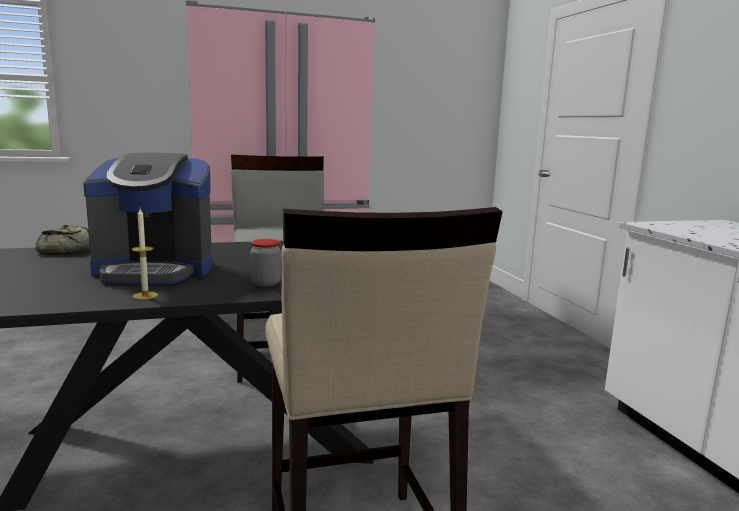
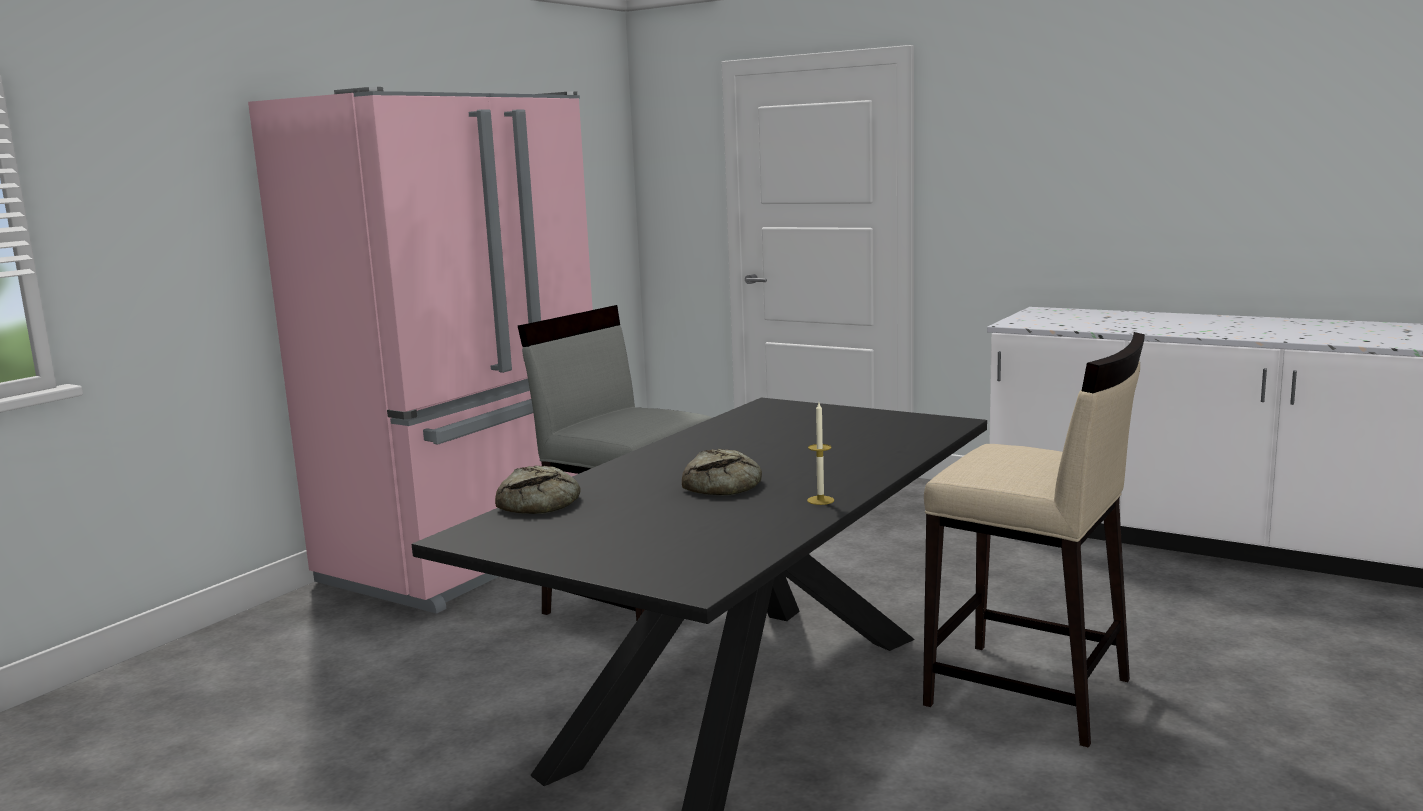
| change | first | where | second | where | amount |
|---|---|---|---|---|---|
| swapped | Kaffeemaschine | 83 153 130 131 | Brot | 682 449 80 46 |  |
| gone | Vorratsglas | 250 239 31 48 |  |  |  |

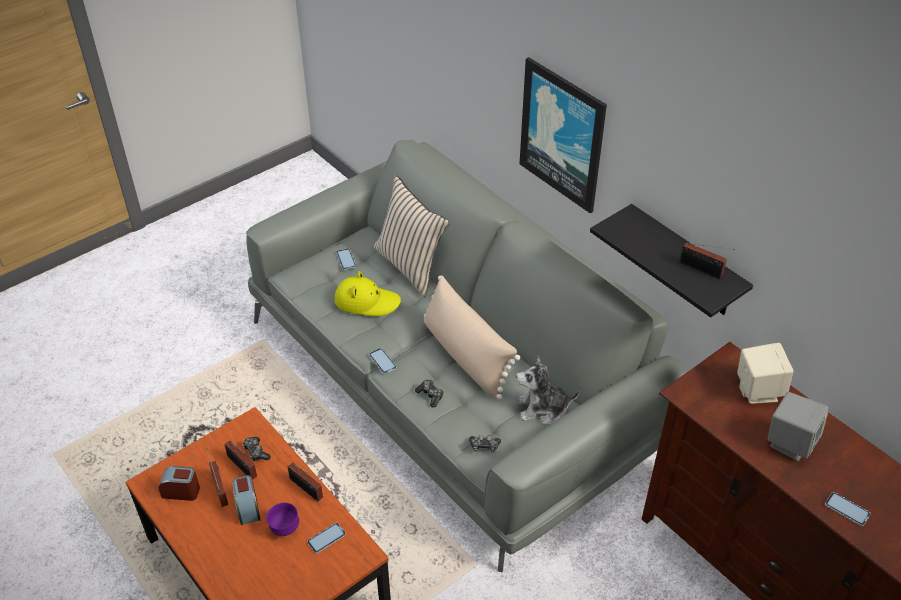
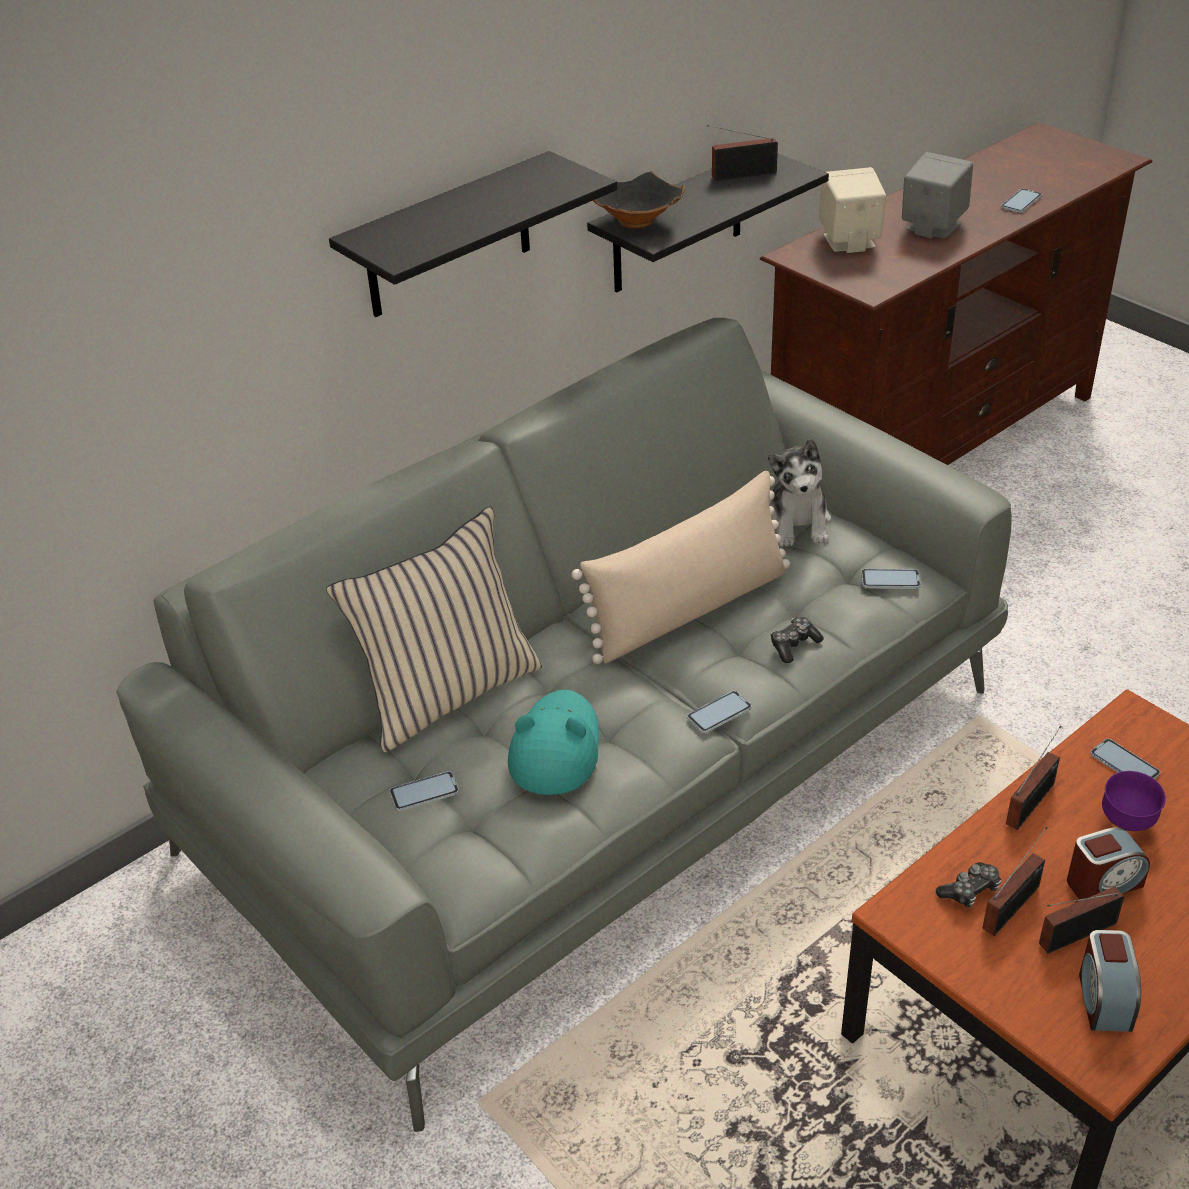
| change | first | where | second | where | amount |
|---|---|---|---|---|---|
| swapped | Bild | 519 57 88 157 | Wandregal (schwarz) | 329 151 288 166 |  |
| rotated | Radio | 680 242 55 37 |  | 707 125 71 56 | 135 degrees counterclockwise |
| repainted | Hut (gelb) | 334 271 67 45 | Hut (türkis) | 508 689 91 106 |  |
| swapped | Gamepad | 469 435 32 18 | Handy | 861 569 60 20 |  |
| new |  |  | Schüssel (schwarz) | 593 171 92 57 |  |

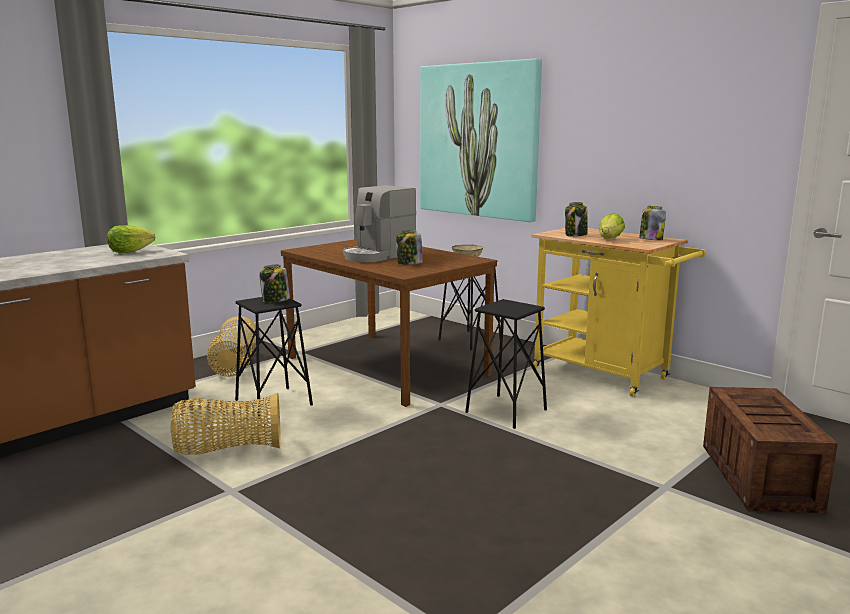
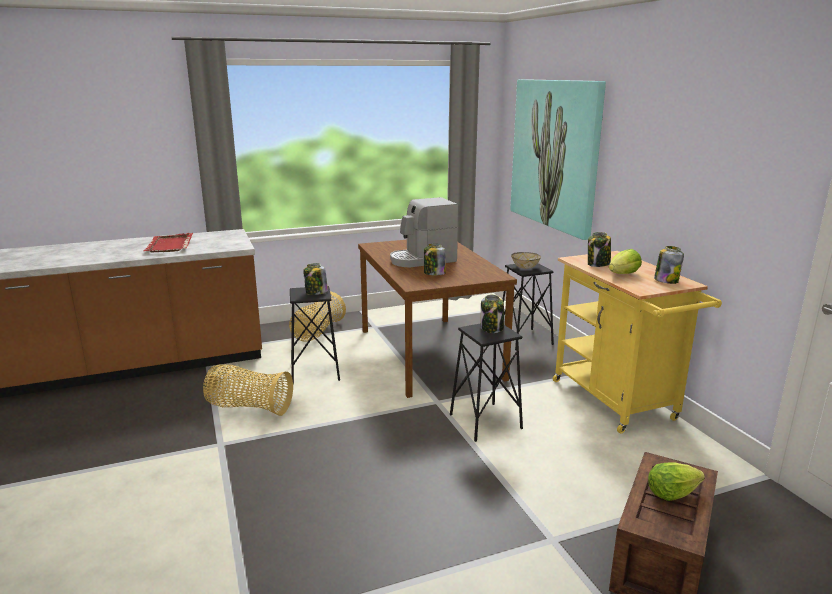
| change | first | where | second | where | amount |
|---|---|---|---|---|---|
| shifted | Salatkopf | 107 225 48 28 |  | 648 462 57 39 |  |
| new |  |  | Tablett (rot) | 144 233 49 19 |  |
| new |  |  | Vorratsglas | 481 294 23 39 |  |

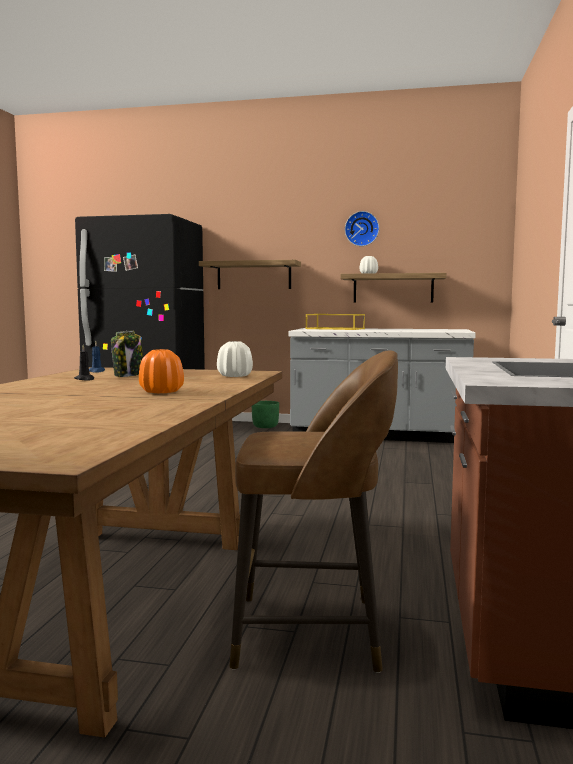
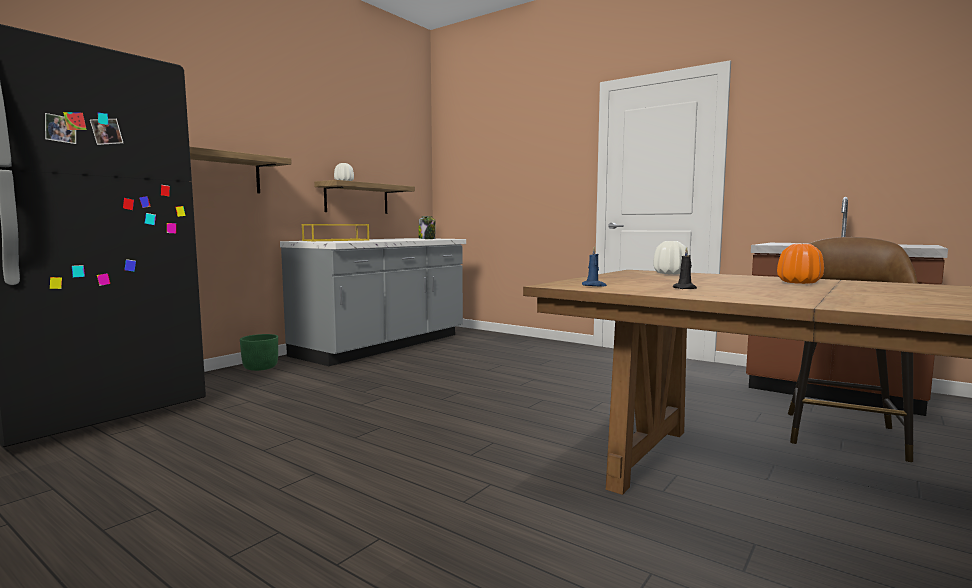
| change | first | where | second | where | amount |
|---|---|---|---|---|---|
| gone | Wanduhr | 345 211 34 35 |  |  |  |
| shifted | Vorratsglas | 111 331 32 46 |  | 419 216 16 23 |  |

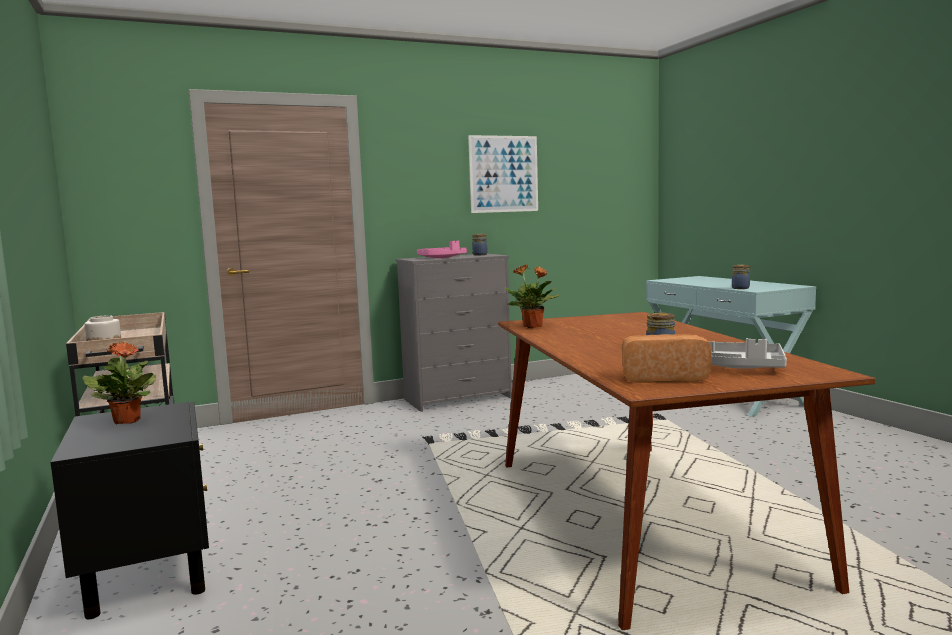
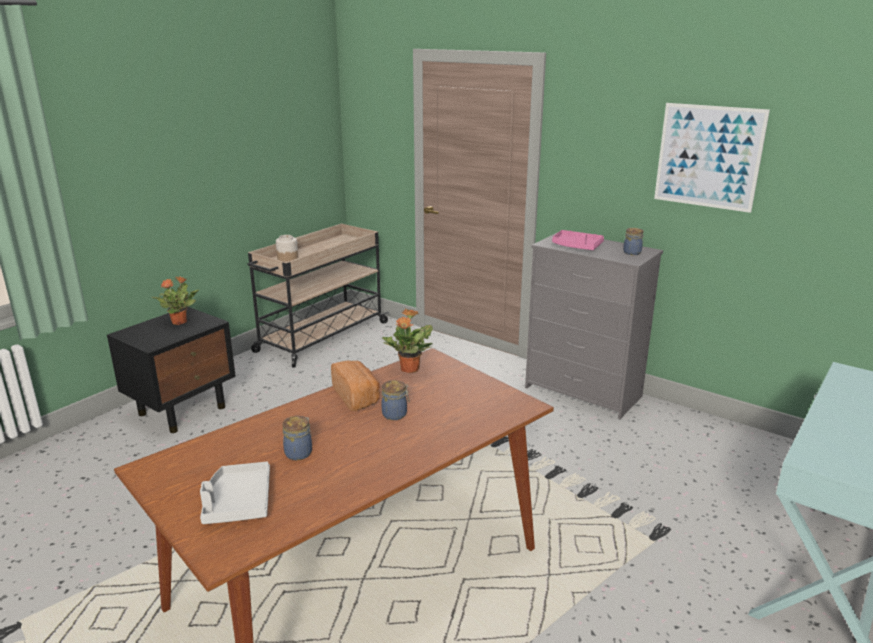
| change | first | where | second | where | amount |
|---|---|---|---|---|---|
| shifted | Vorratsglas | 732 265 18 24 |  | 382 380 27 40 |  |
| shifted | Brot | 622 334 90 49 |  | 331 360 49 51 |  |

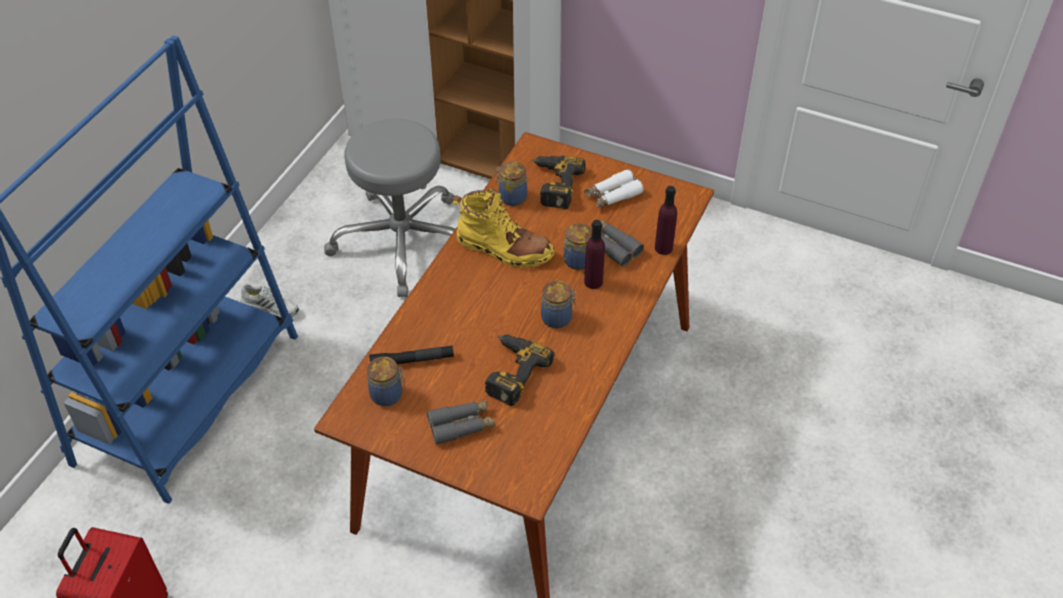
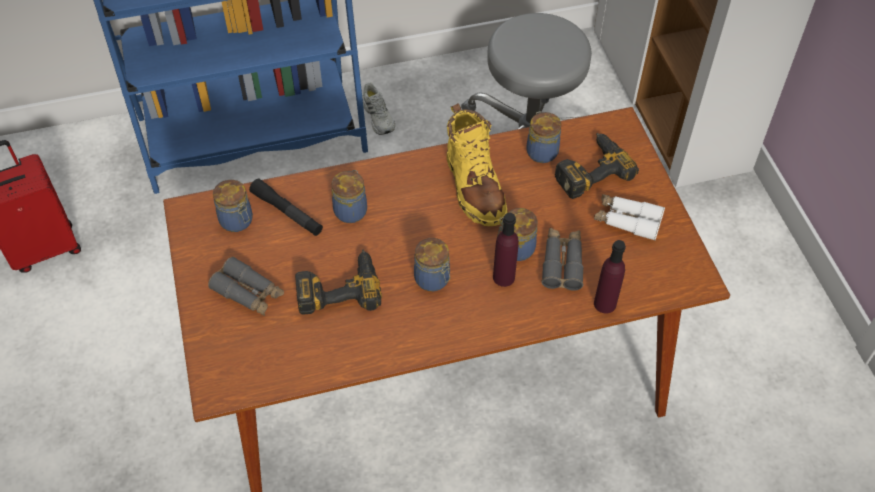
| change | first | where | second | where | amount |
|---|---|---|---|---|---|
| new |  |  | Vorratsglas | 331 170 36 53 |  |

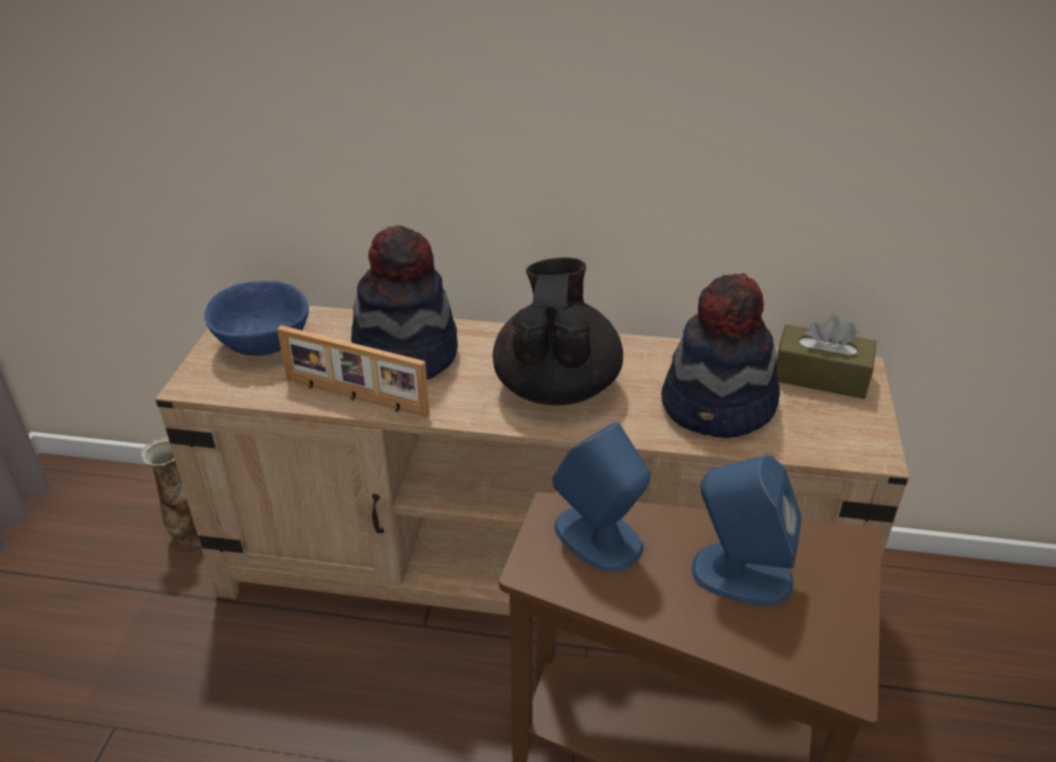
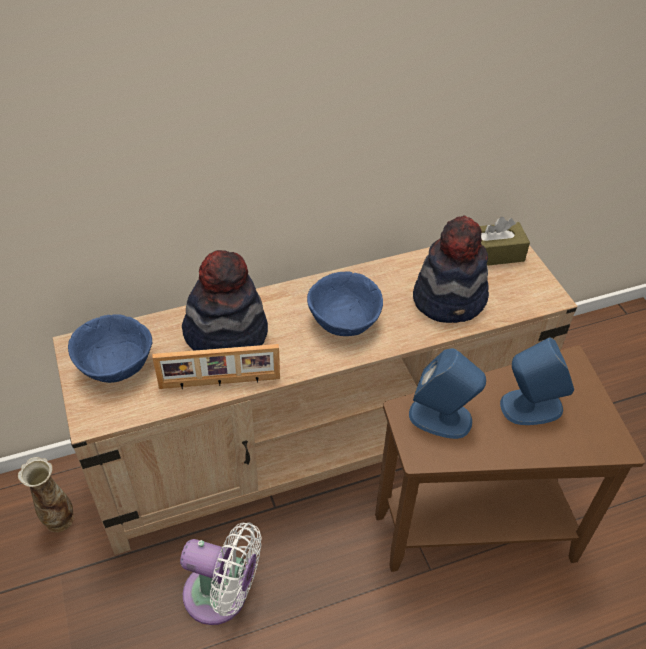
| change | first | where | second | where | amount |
|---|---|---|---|---|---|
| swapped | Teekanne (schwarz) | 493 257 130 149 | Schüssel (blau) | 307 271 76 65 |  |
| new |  |  | Ventilator (weiß) | 180 522 82 103 |  |

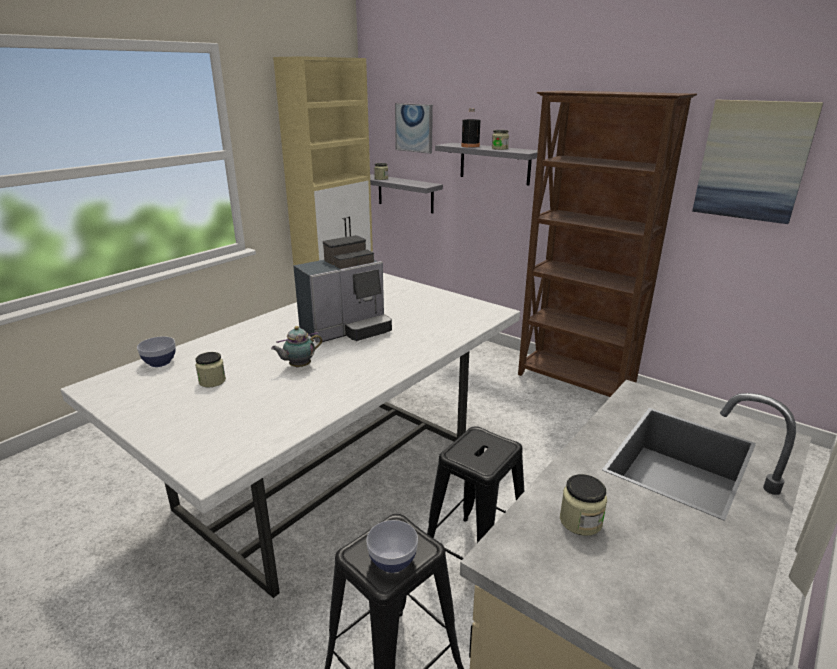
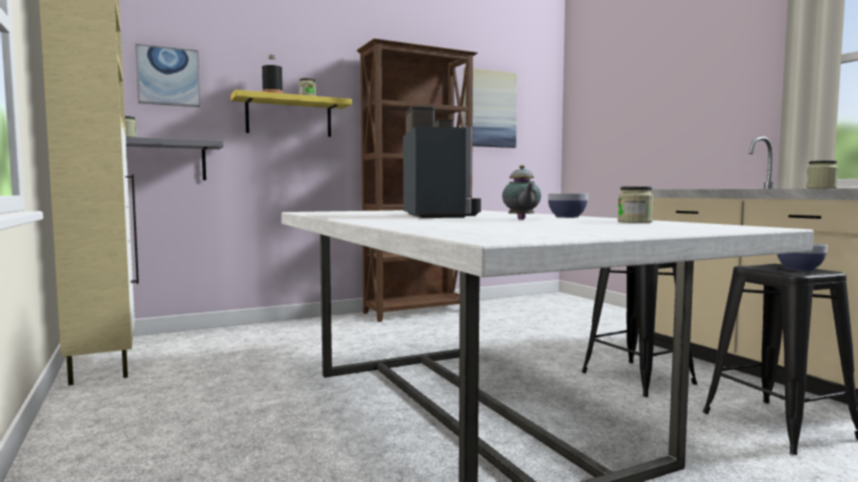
| change | first | where | second | where | amount |
|---|---|---|---|---|---|
| repainted | Wandregal (grau) | 435 143 103 43 | Wandregal (gelb) | 231 90 121 47 |  |
| shifted | Schüssel | 137 336 39 31 |  | 548 193 40 25 |  |
| shifted | Vorratsglas | 195 352 31 35 |  | 618 186 36 37 |  |

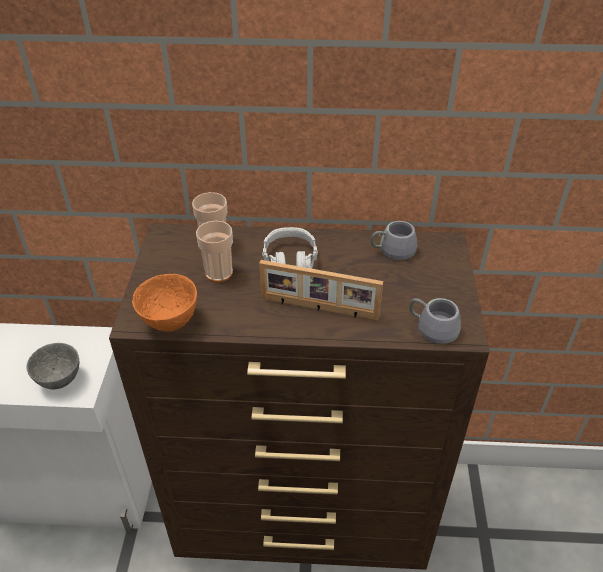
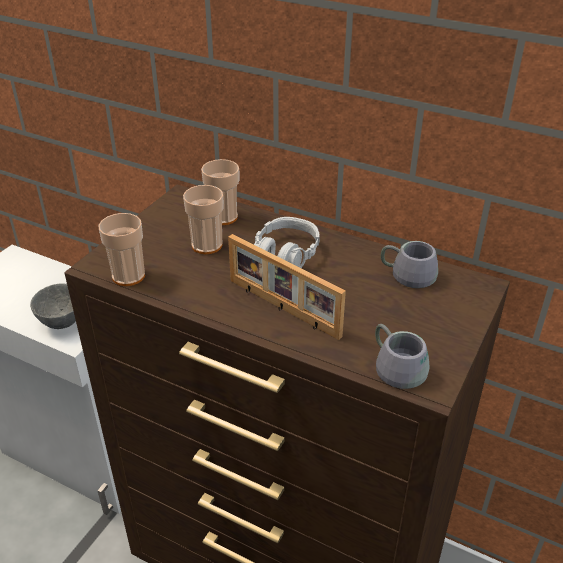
| change | first | where | second | where | amount |
|---|---|---|---|---|---|
| swapped | Schüssel (orange) | 132 274 65 58 | Tasse | 98 213 47 73 |  |

